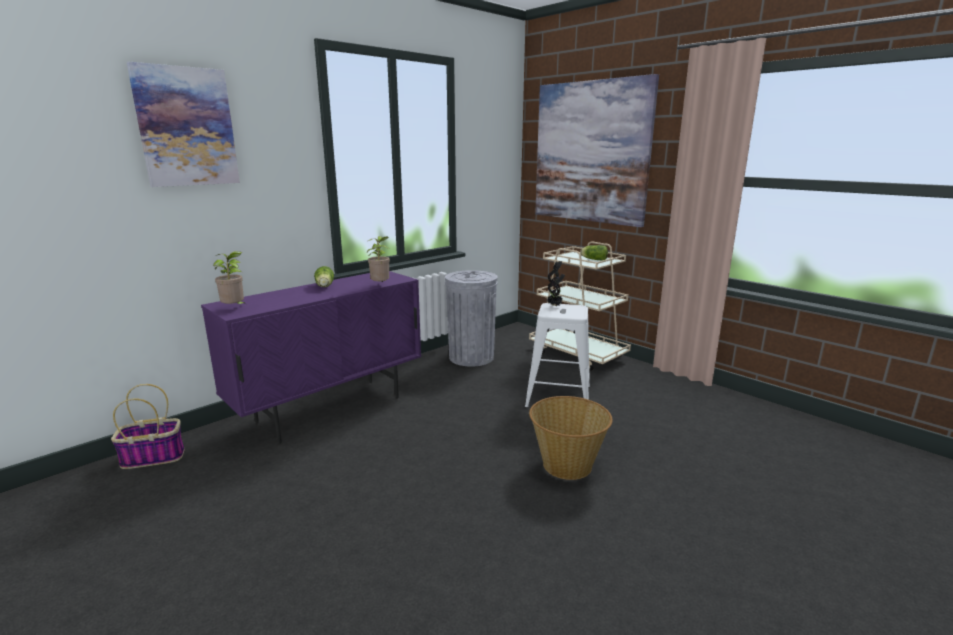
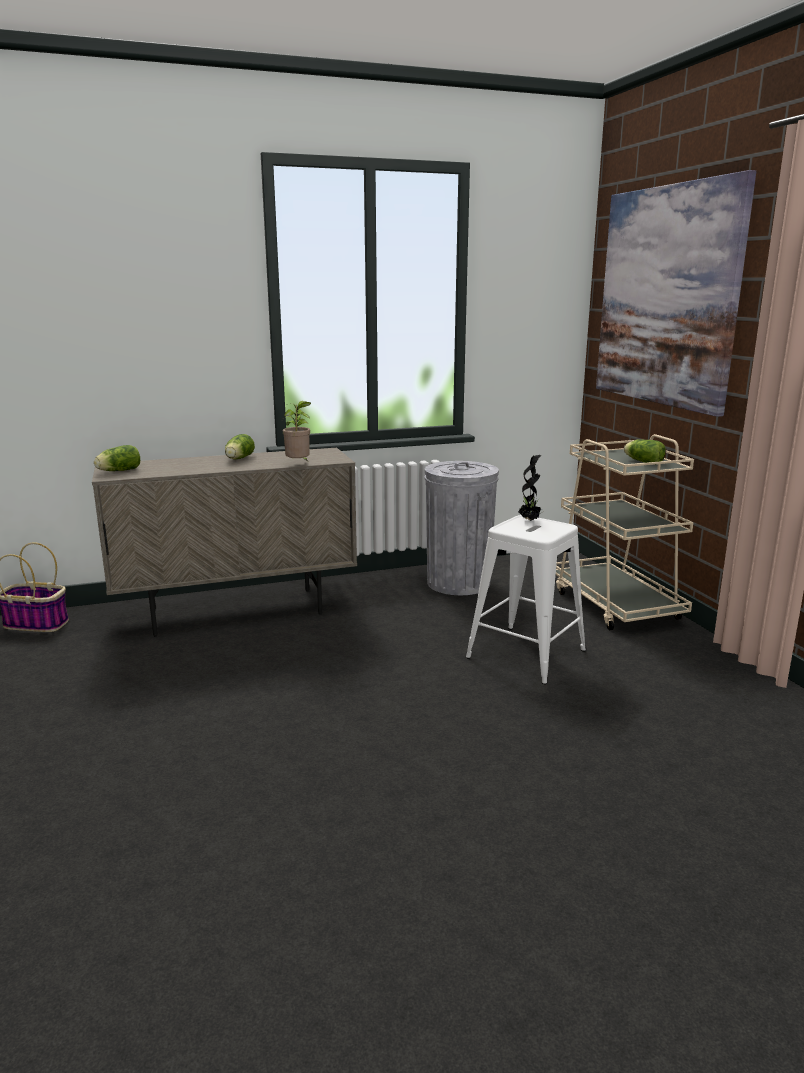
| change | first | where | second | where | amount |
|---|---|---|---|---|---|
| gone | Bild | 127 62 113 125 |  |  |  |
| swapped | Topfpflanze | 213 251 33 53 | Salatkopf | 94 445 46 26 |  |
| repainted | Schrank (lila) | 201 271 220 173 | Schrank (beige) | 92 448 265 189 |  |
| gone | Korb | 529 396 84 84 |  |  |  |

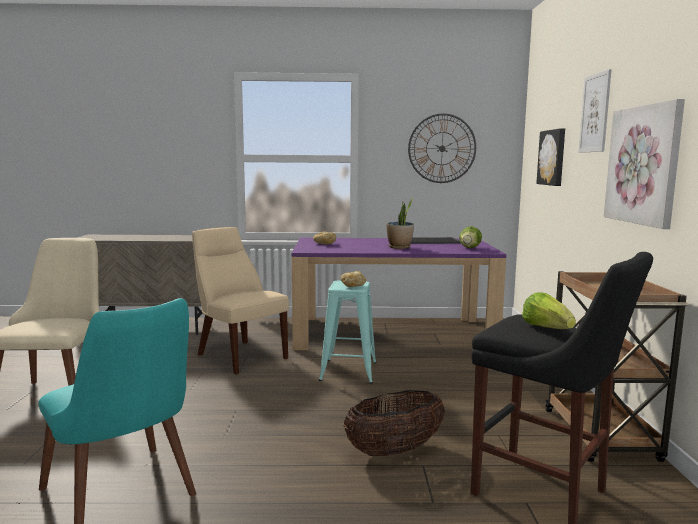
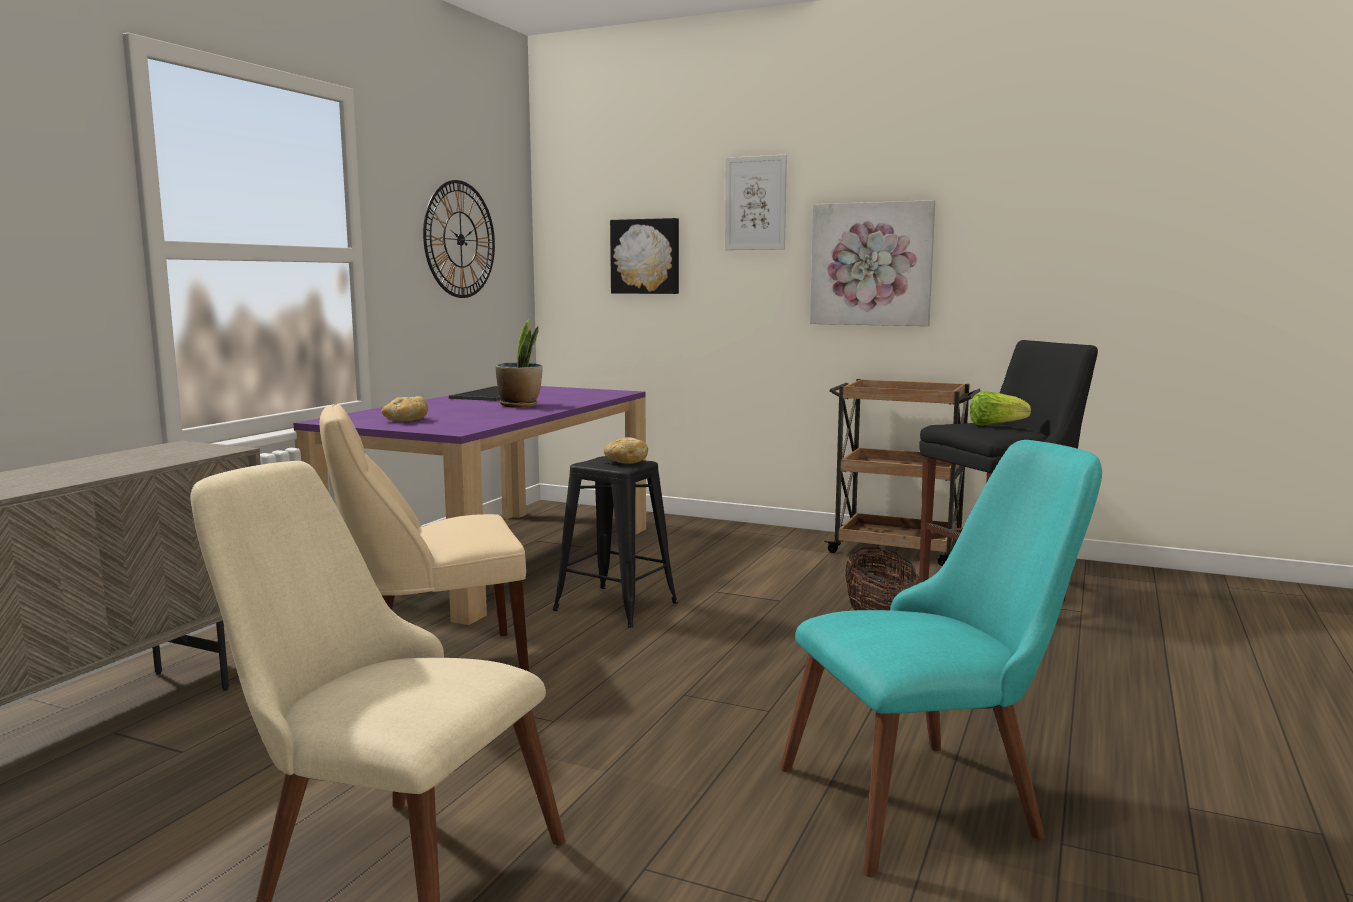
| change | first | where | second | where | amount |
|---|---|---|---|---|---|
| gone | Salatkopf | 459 226 23 22 |  |  |  |
| repainted | Hocker (türkis) | 319 281 58 103 | Hocker (schwarz) | 553 456 125 172 |  |

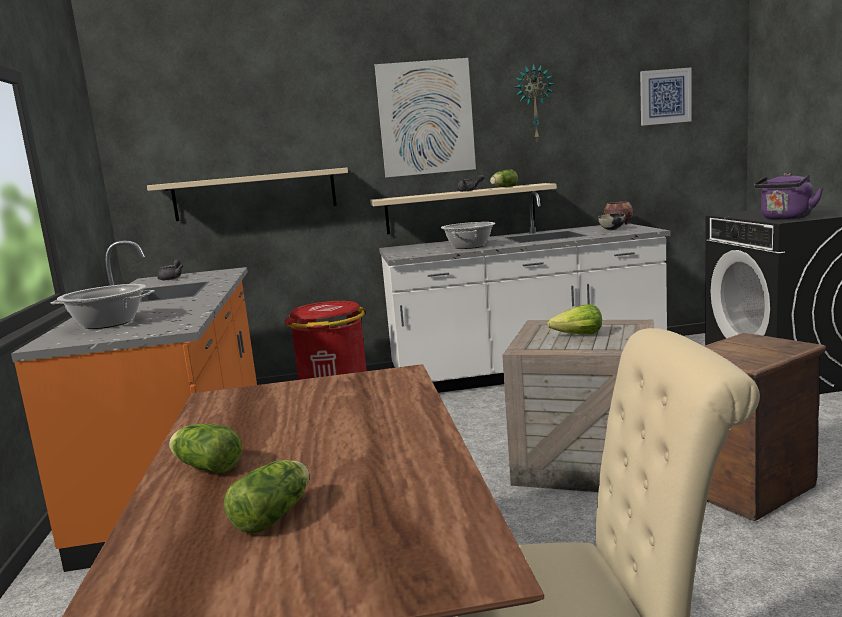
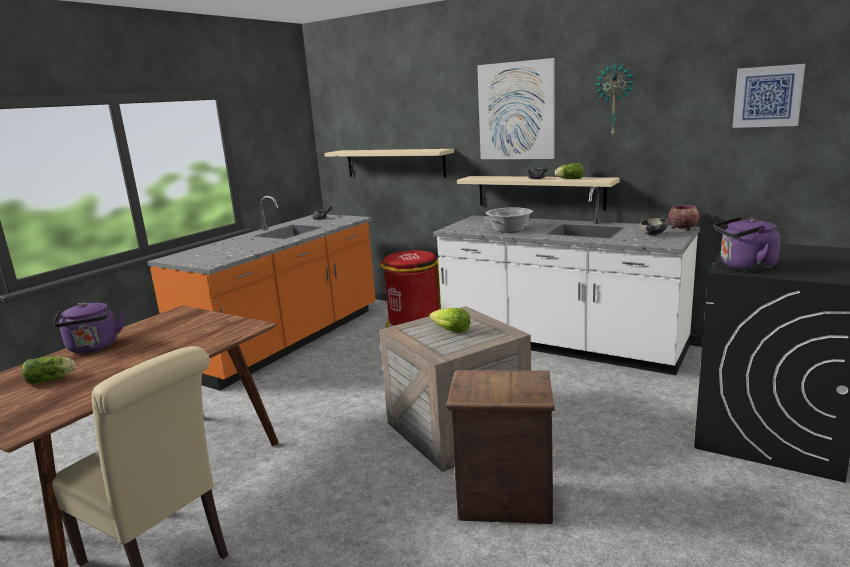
| change | first | where | second | where | amount |
|---|---|---|---|---|---|
| gone | Kochtopf | 51 284 104 45 |  |  |  |
| swapped | Salatkopf | 169 424 73 50 | Wasserkessel (lila) | 53 302 72 51 |  |

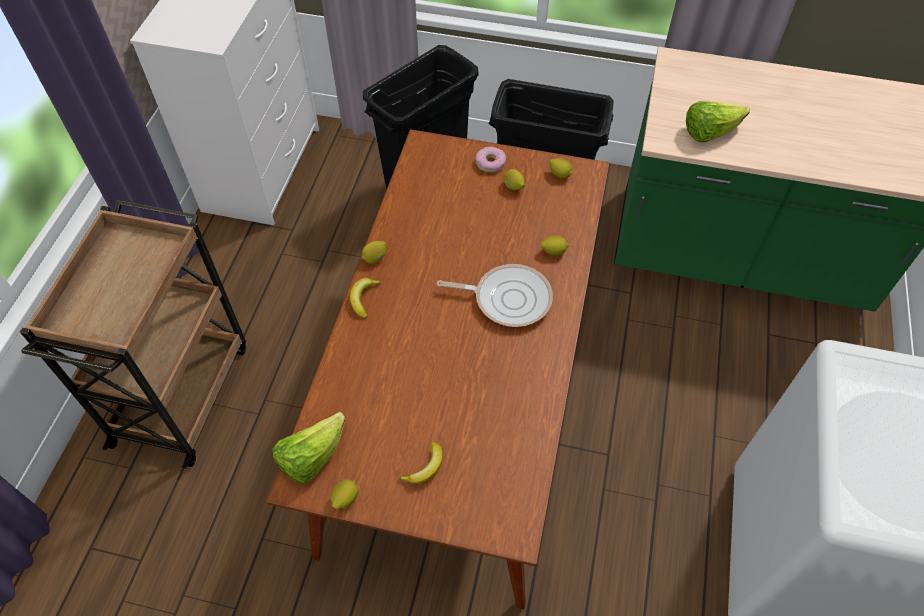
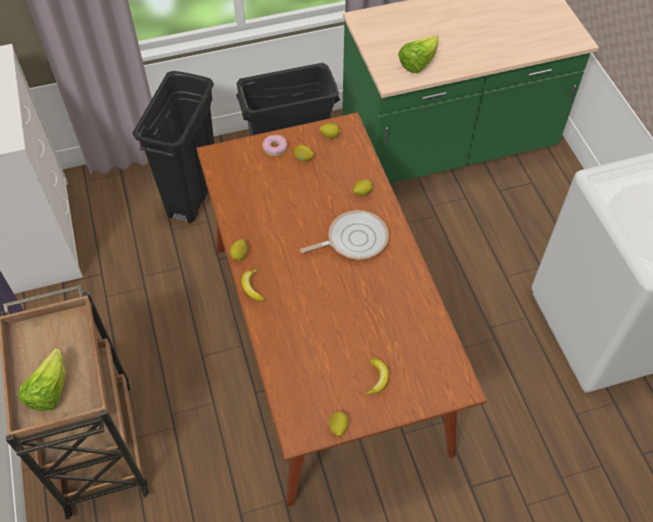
| change | first | where | second | where | amount |
|---|---|---|---|---|---|
| shifted | Salatkopf | 272 412 74 72 |  | 18 348 47 63 |  |

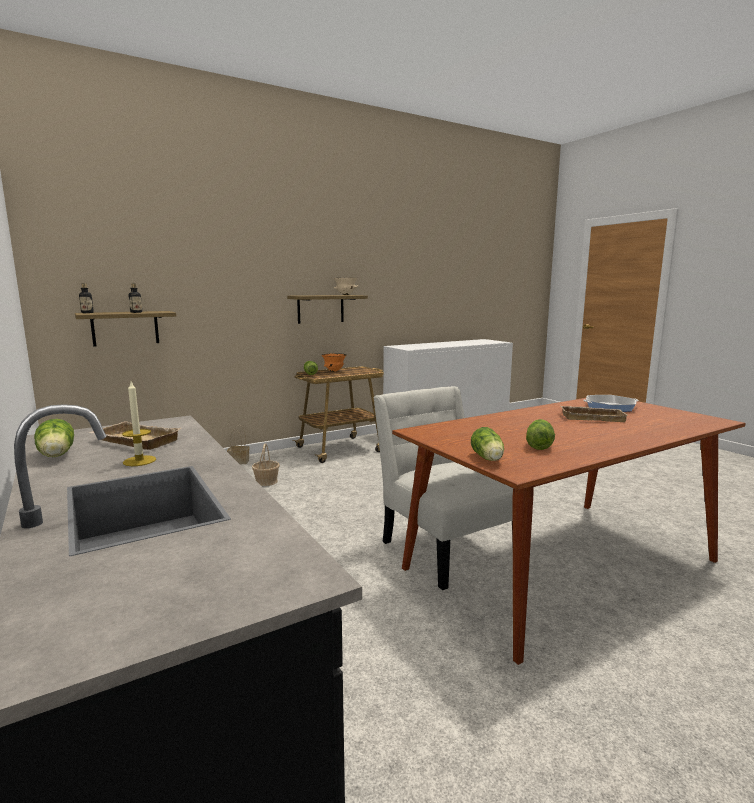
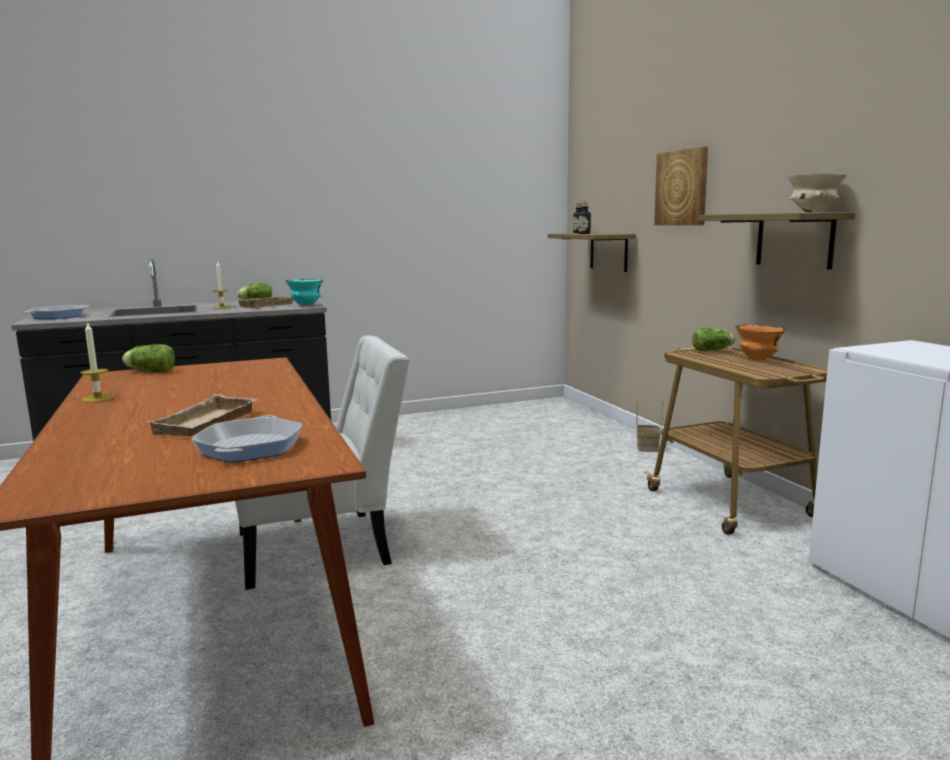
| change | first | where | second | where | amount |
|---|---|---|---|---|---|
| gone | Salatkopf | 526 419 29 31 |  |  |  |
| gone | Korb | 252 443 28 43 |  |  |  |
| new |  |  | Bild | 654 146 54 79 |  |
| new |  |  | Schüssel (türkis) | 286 279 37 27 |  |
| new |  |  | Pfanne | 25 305 64 14 |  |
| new |  |  | Kerze | 80 321 34 81 |  |

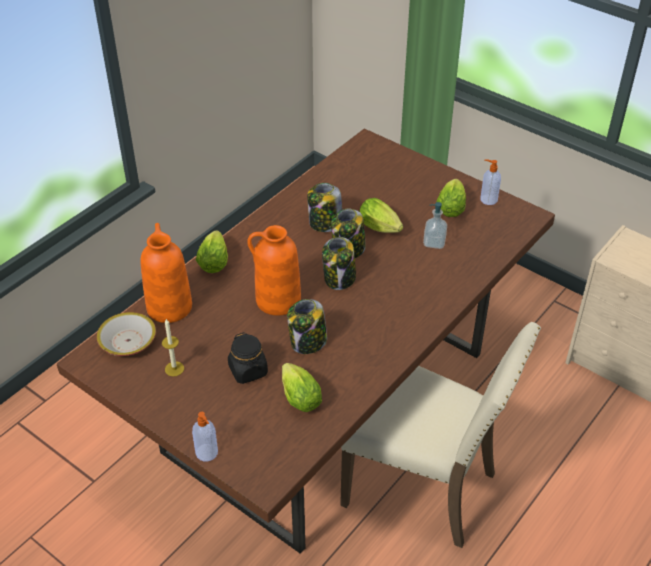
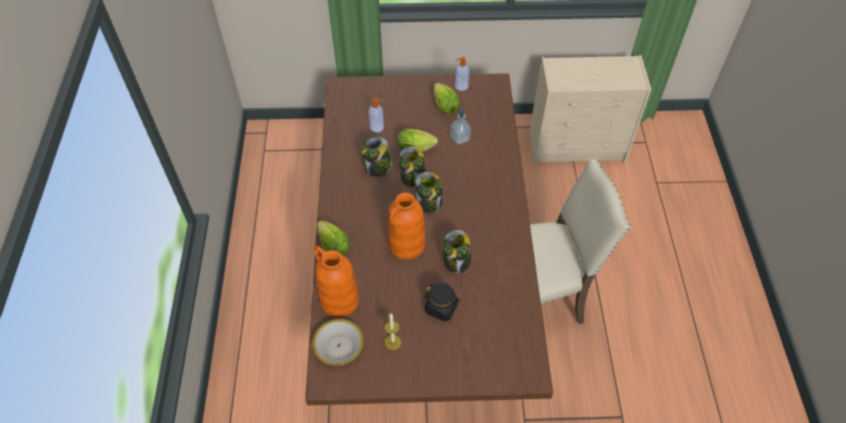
| change | first | where | second | where | amount |
|---|---|---|---|---|---|
| gone | Salatkopf | 282 363 40 49 |  |  |  |
| shifted | Seifenspender | 192 412 26 50 |  | 369 98 15 34 |  |

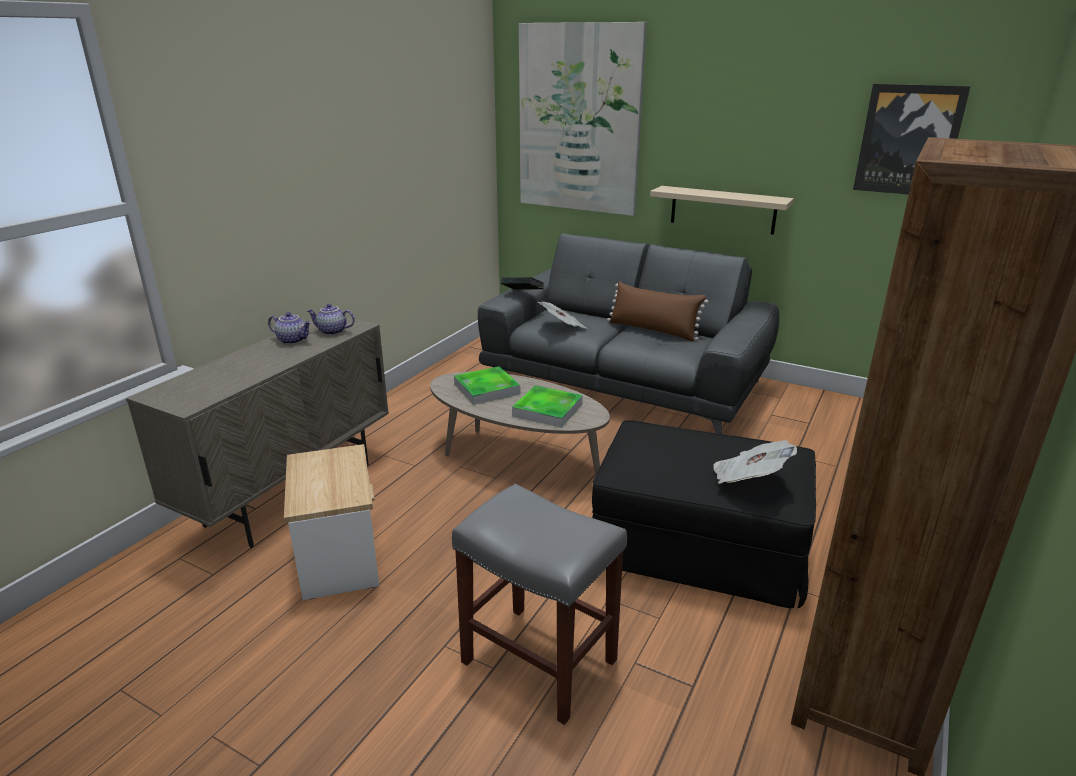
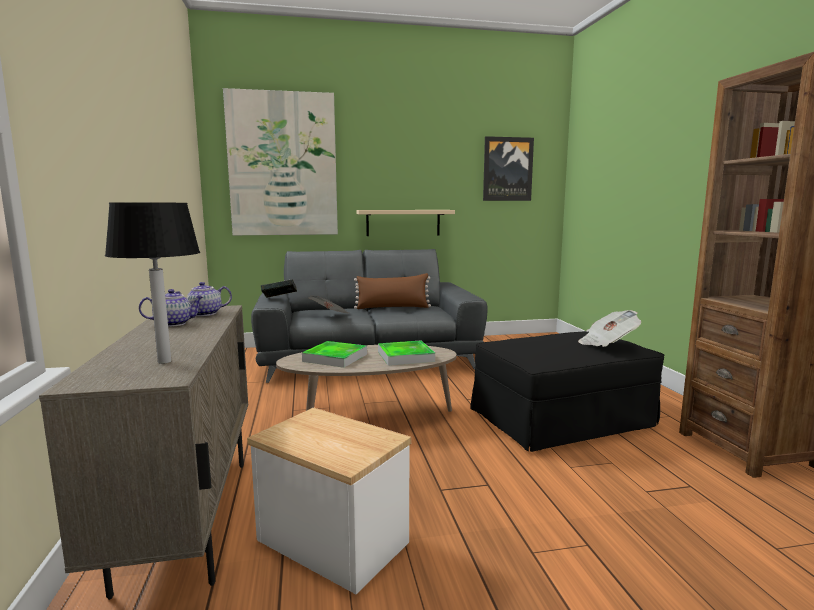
| change | first | where | second | where | amount |
|---|---|---|---|---|---|
| gone | Hocker (grau) | 452 484 175 241 |  |  |  |
| new |  |  | Tischlampe | 105 202 95 162 |  |

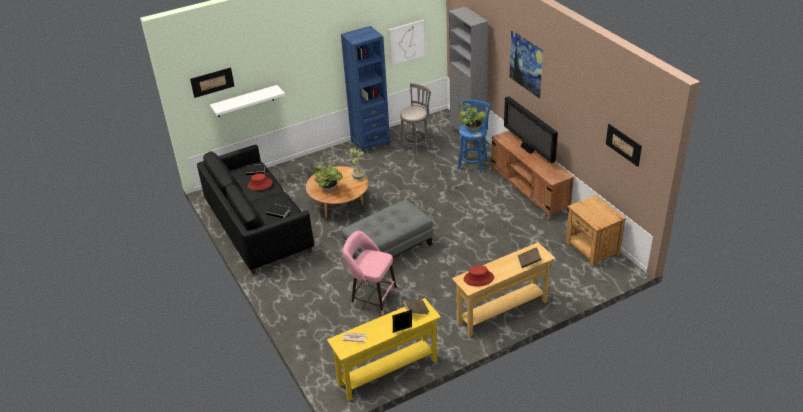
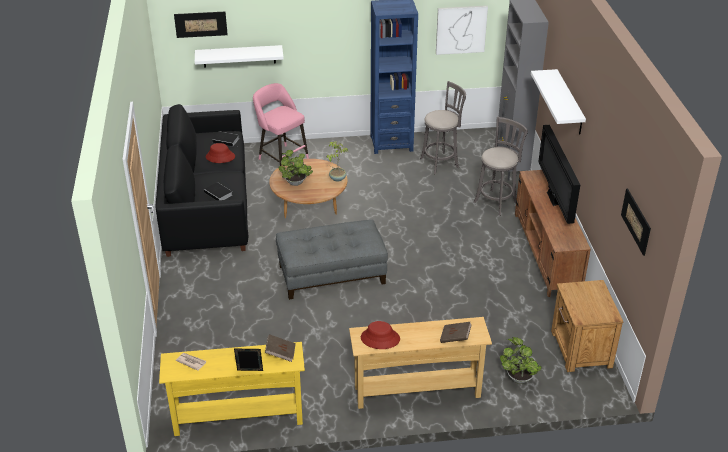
| change | first | where | second | where | amount |
|---|---|---|---|---|---|
| swapped | Bild | 509 30 34 69 | Wandregal (weiß) | 531 69 55 65 |  |
| repainted | Hocker (blau) | 457 100 34 74 | Hocker (grau) | 474 117 54 99 |  |
| shifted | Topfpflanze | 459 103 27 28 |  | 500 337 42 47 |  |
| shifted | Hocker (rosa) | 343 231 55 85 |  | 253 83 56 83 |  |

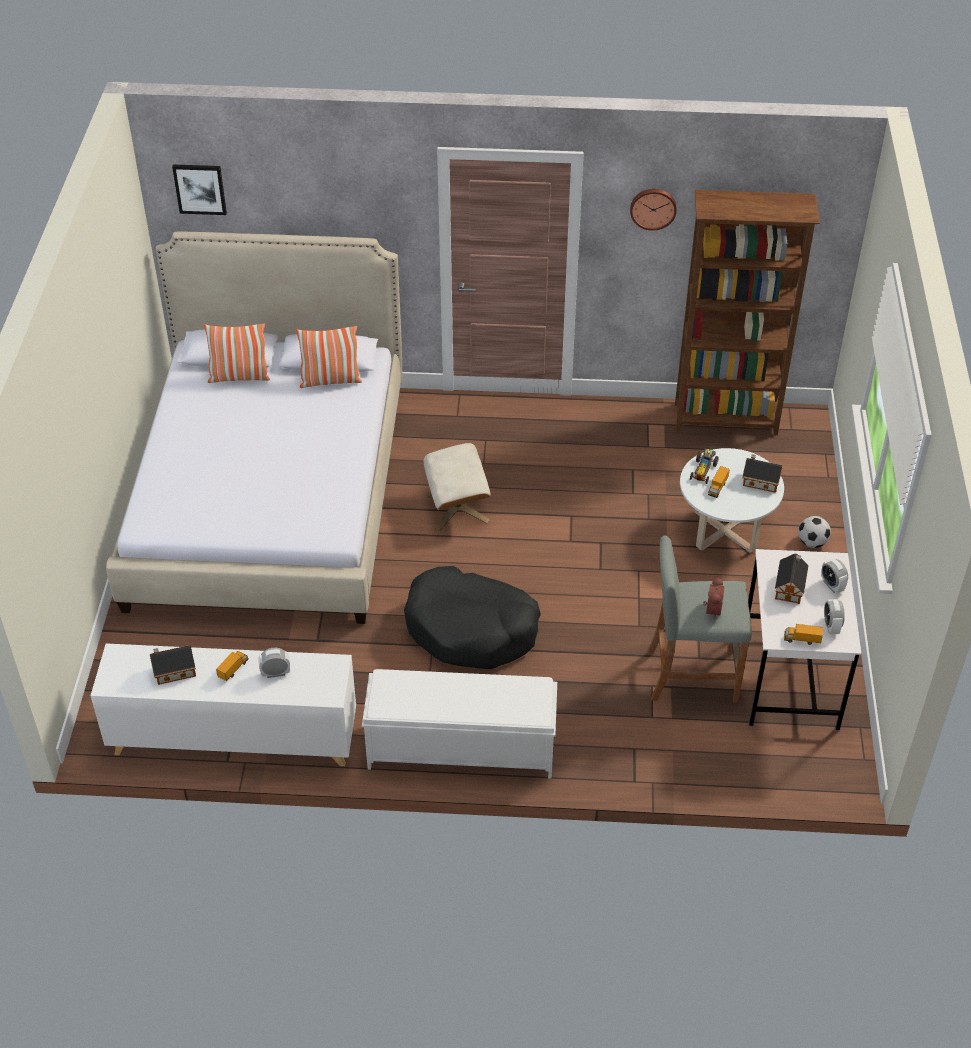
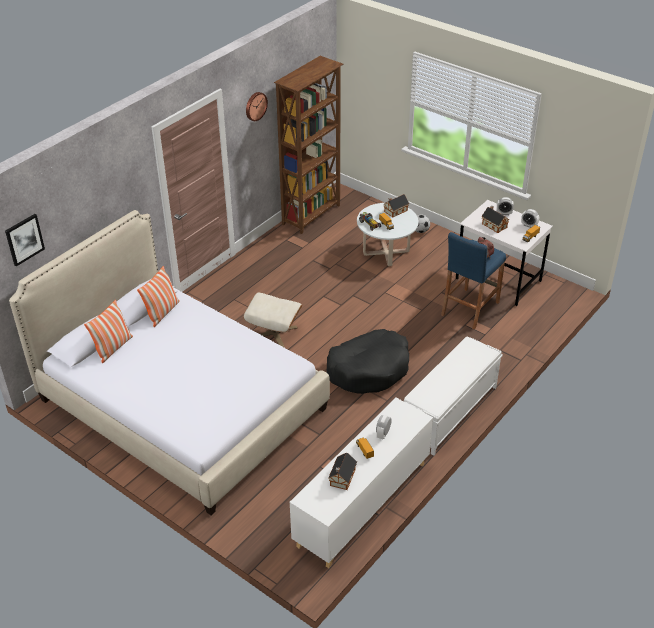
| change | first | where | second | where | amount |
|---|---|---|---|---|---|
| repainted | Hocker (grau) | 647 536 105 167 | Hocker (blau) | 441 232 65 98 |  |

